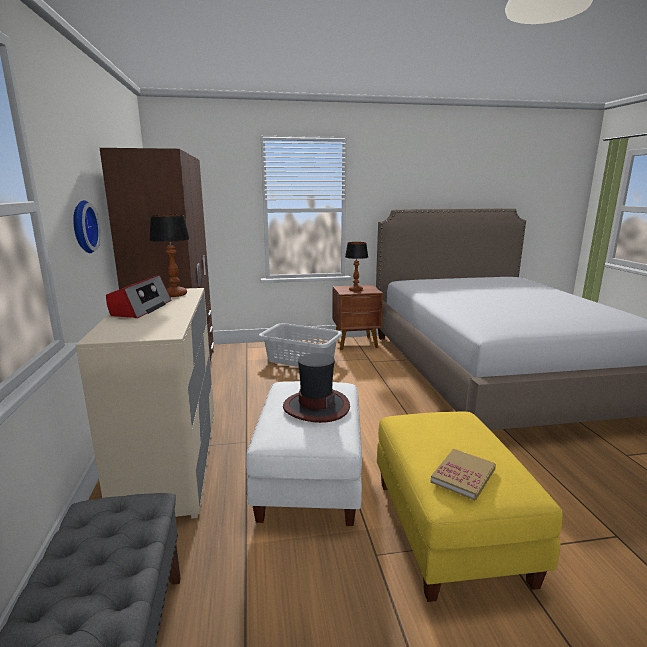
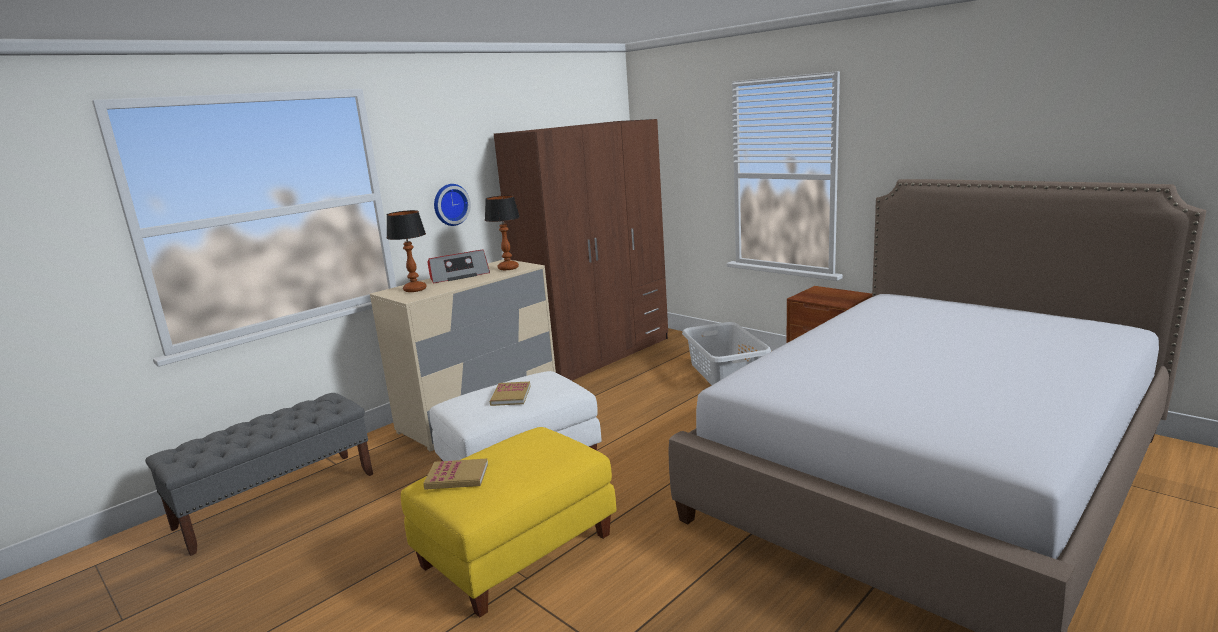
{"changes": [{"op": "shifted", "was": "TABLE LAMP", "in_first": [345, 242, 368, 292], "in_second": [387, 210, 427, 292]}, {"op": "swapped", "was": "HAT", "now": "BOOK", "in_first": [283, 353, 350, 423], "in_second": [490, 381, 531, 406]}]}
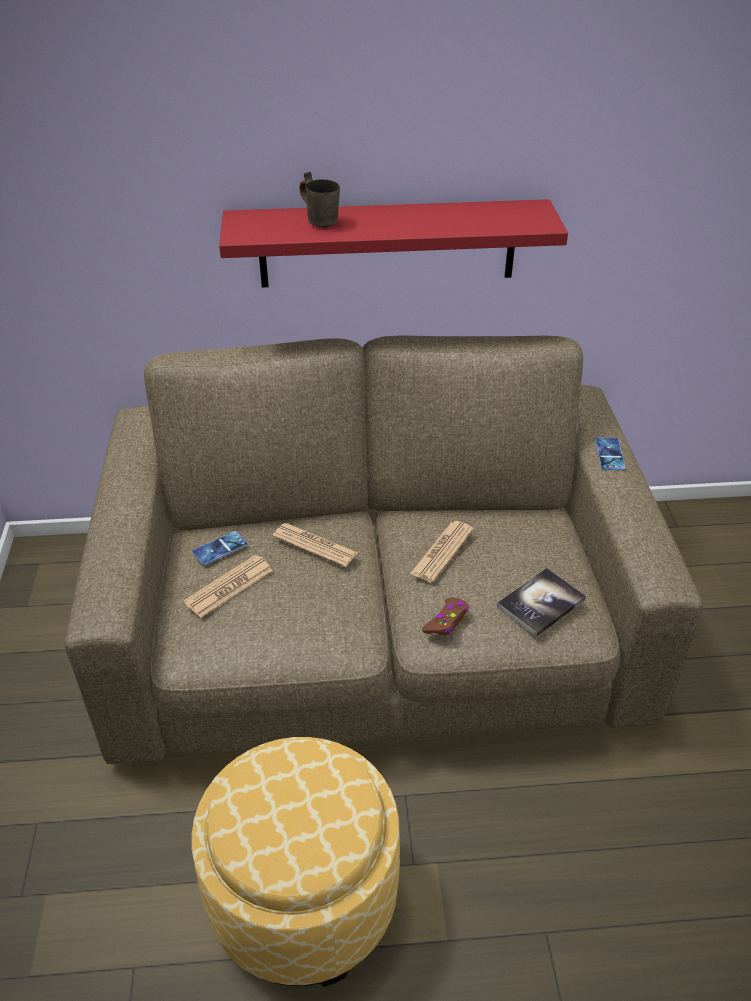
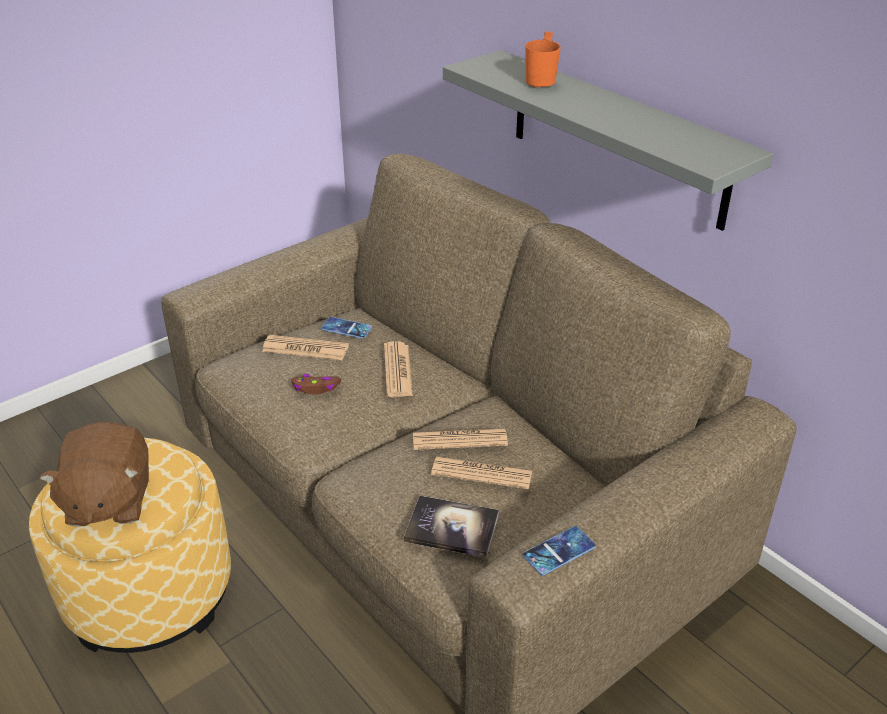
{"changes": [{"op": "new", "now": "BROWN PLUSH TOY", "in_second": [39, 421, 149, 527]}, {"op": "shifted", "was": "BROWN GAME CONTROLLER", "in_first": [422, 598, 469, 635], "in_second": [292, 374, 341, 394]}, {"op": "new", "now": "NEWSPAPER", "in_second": [431, 457, 532, 489]}, {"op": "repainted", "was": "RED SHELF", "now": "GREY SHELF", "in_first": [219, 199, 568, 287], "in_second": [443, 50, 774, 231]}, {"op": "shifted", "was": "PHONE", "in_first": [595, 437, 626, 470], "in_second": [523, 526, 596, 576]}, {"op": "repainted", "was": "GREY MUG", "now": "ORANGE MUG", "in_first": [299, 172, 340, 228], "in_second": [525, 32, 561, 87]}]}
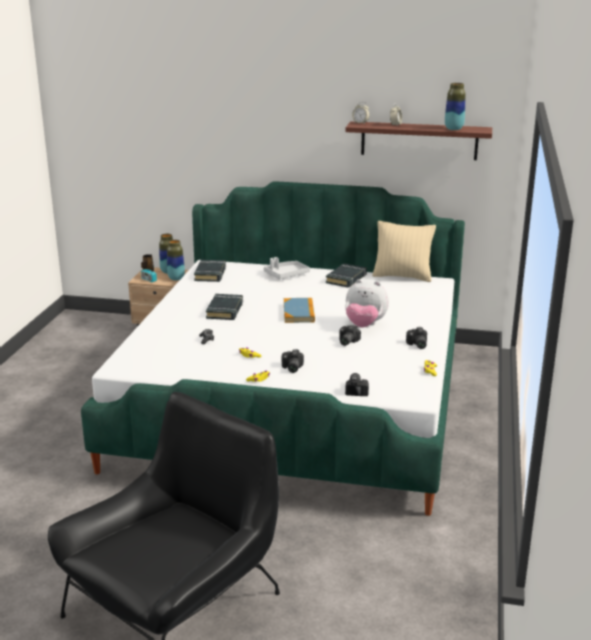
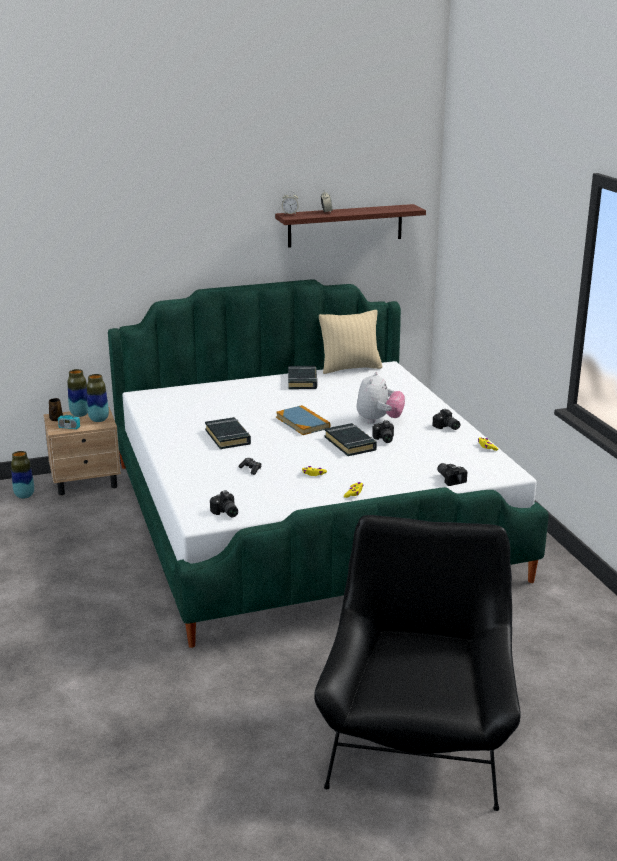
{"changes": [{"op": "shifted", "was": "VASE", "in_first": [445, 83, 466, 130], "in_second": [11, 451, 34, 499]}, {"op": "shifted", "was": "PHOTO CAMERA", "in_first": [282, 349, 304, 373], "in_second": [210, 490, 238, 517]}, {"op": "shifted", "was": "BLACK BOOK", "in_first": [194, 260, 226, 282], "in_second": [325, 423, 377, 456]}, {"op": "rotated", "was": "PLUSH TOY", "in_first": [345, 279, 389, 327], "in_second": [356, 372, 405, 423], "clockwise": -60}, {"op": "gone", "was": "GREY TRAY", "in_first": [264, 257, 310, 279]}]}
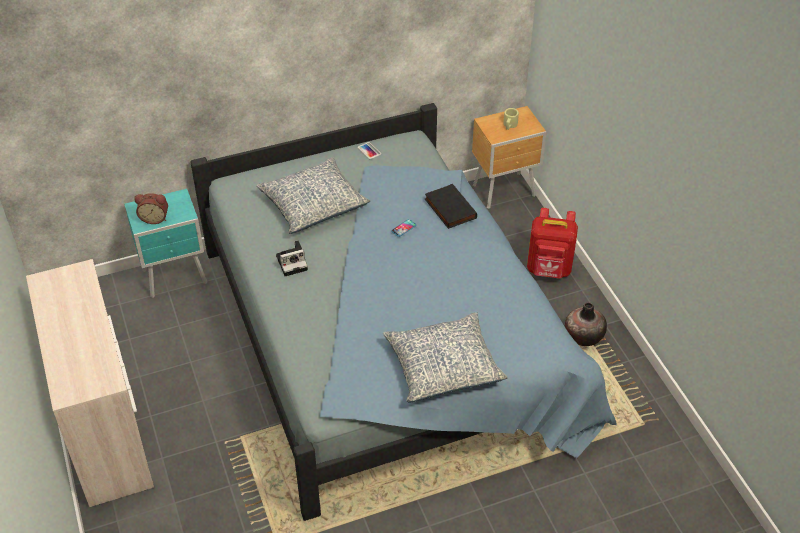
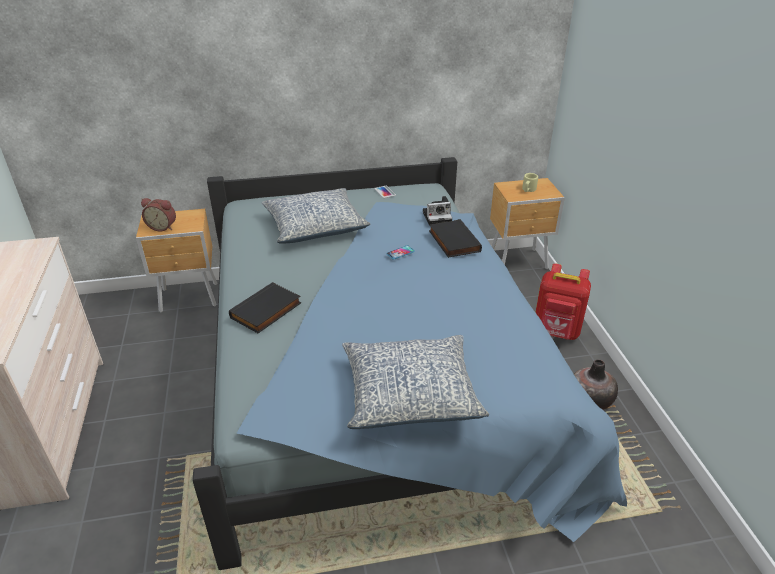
{"changes": [{"op": "repainted", "was": "TURQUOISE NIGHTSTAND", "now": "BROWN NIGHTSTAND", "in_first": [125, 189, 207, 298], "in_second": [136, 209, 218, 313]}, {"op": "new", "now": "BLACK BOOK", "in_second": [229, 282, 301, 333]}, {"op": "shifted", "was": "PHOTO CAMERA", "in_first": [276, 241, 308, 276], "in_second": [423, 196, 452, 226]}]}
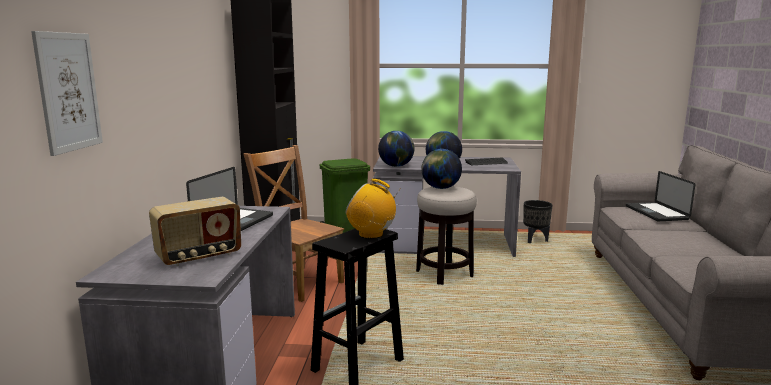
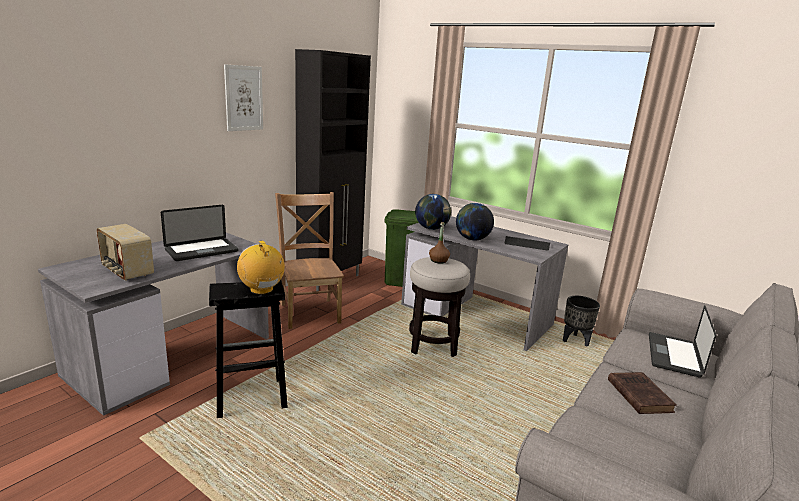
{"changes": [{"op": "rotated", "was": "RADIO", "in_first": [149, 197, 241, 266], "in_second": [96, 224, 154, 281], "clockwise": 45}, {"op": "shifted", "was": "PICTURE", "in_first": [31, 31, 103, 156], "in_second": [224, 64, 263, 131]}, {"op": "swapped", "was": "GLOBE", "now": "BROWN BOTTLE", "in_first": [422, 149, 462, 189], "in_second": [429, 222, 450, 264]}, {"op": "new", "now": "BROWN BOOK", "in_second": [608, 372, 677, 414]}]}
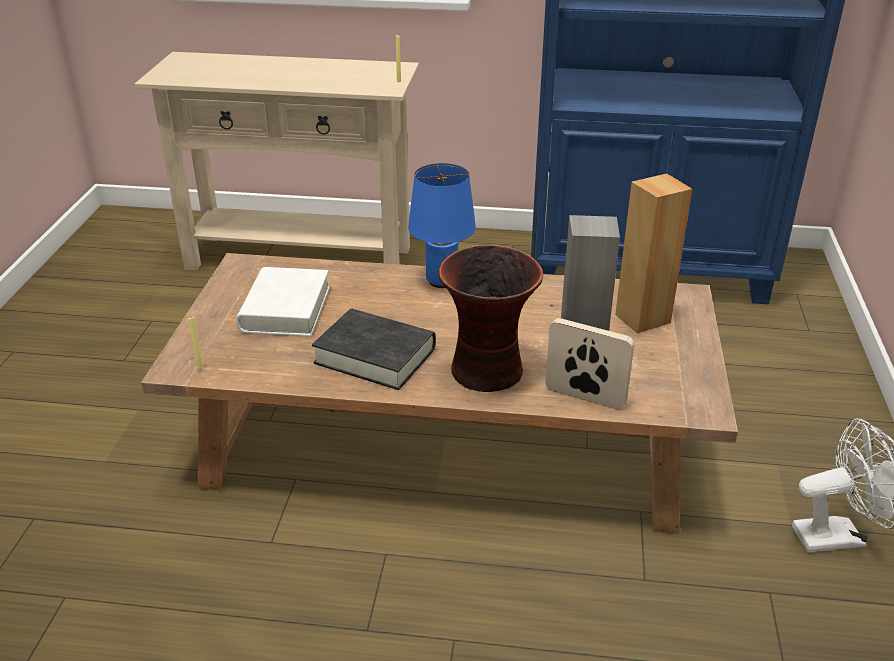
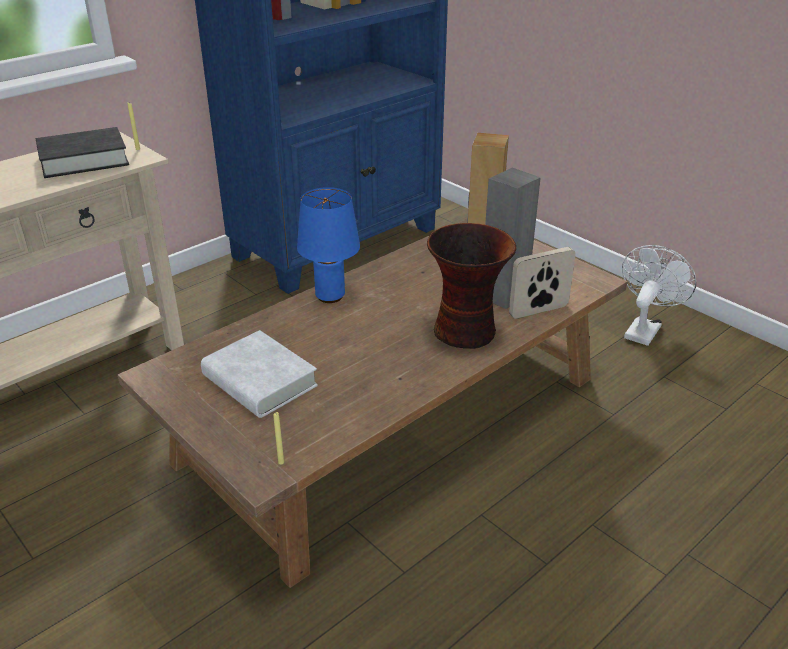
{"changes": [{"op": "shifted", "was": "BLACK BOOK", "in_first": [312, 309, 436, 390], "in_second": [36, 127, 129, 178]}]}
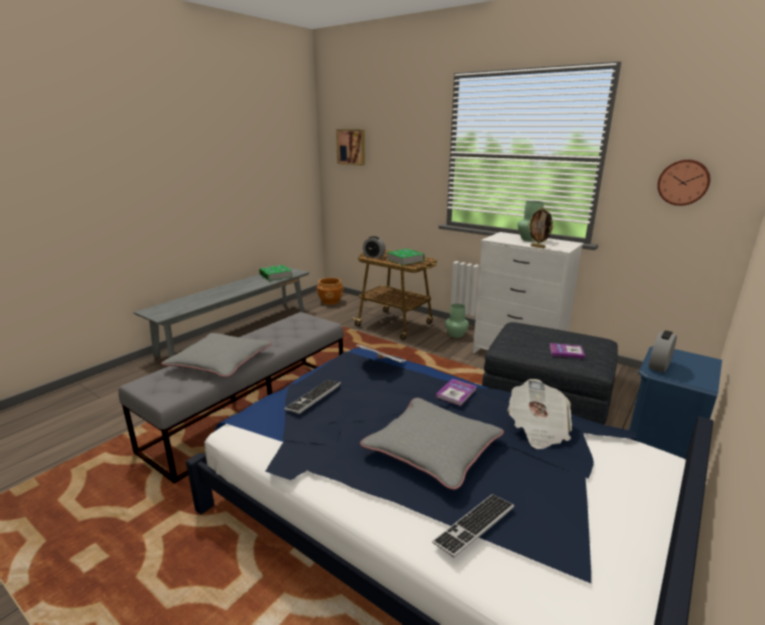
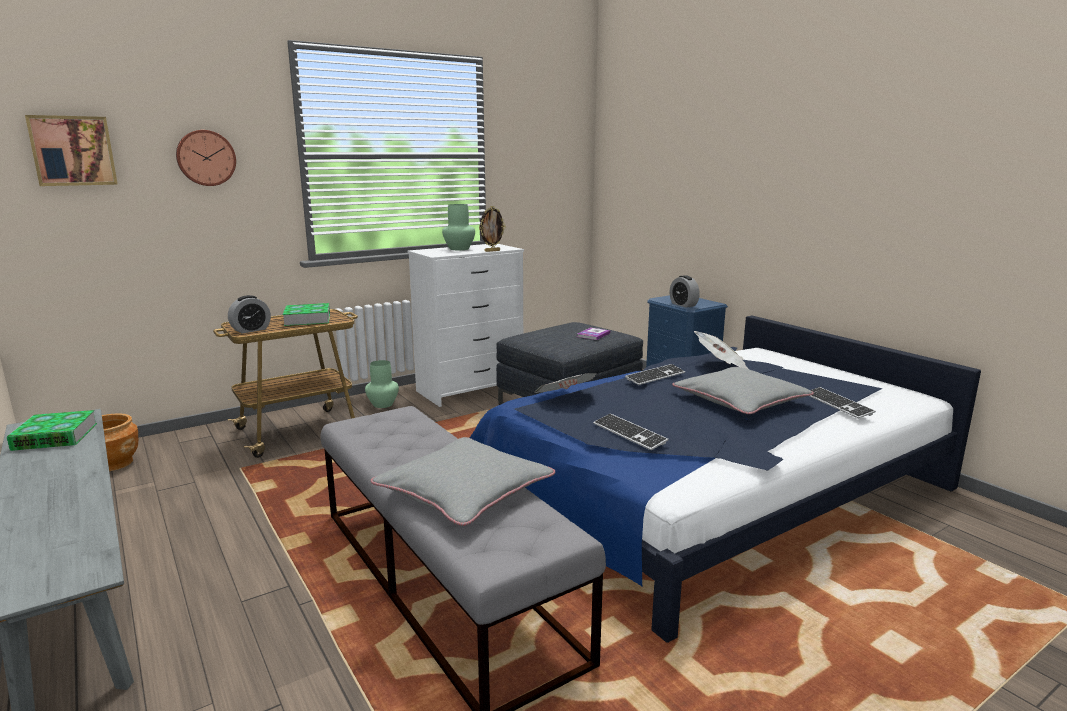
{"changes": [{"op": "shifted", "was": "WALL CLOCK", "in_first": [657, 159, 711, 206], "in_second": [176, 130, 236, 186]}, {"op": "swapped", "was": "BOOK", "now": "KEYBOARD", "in_first": [435, 379, 476, 406], "in_second": [625, 364, 685, 385]}]}
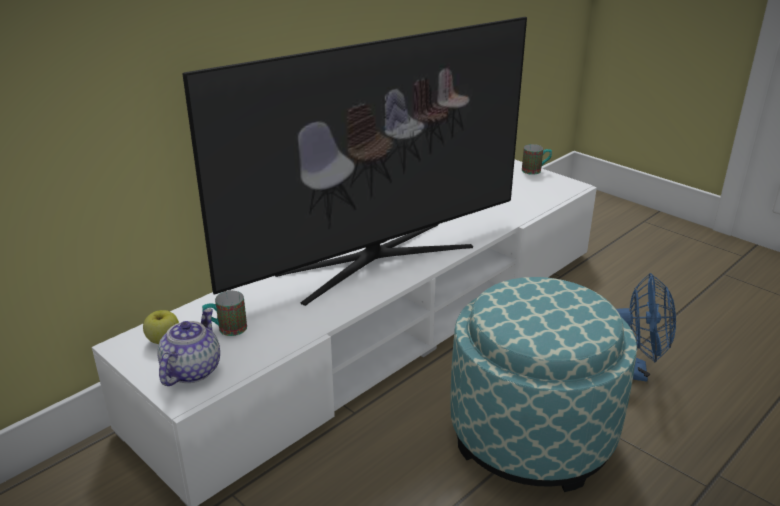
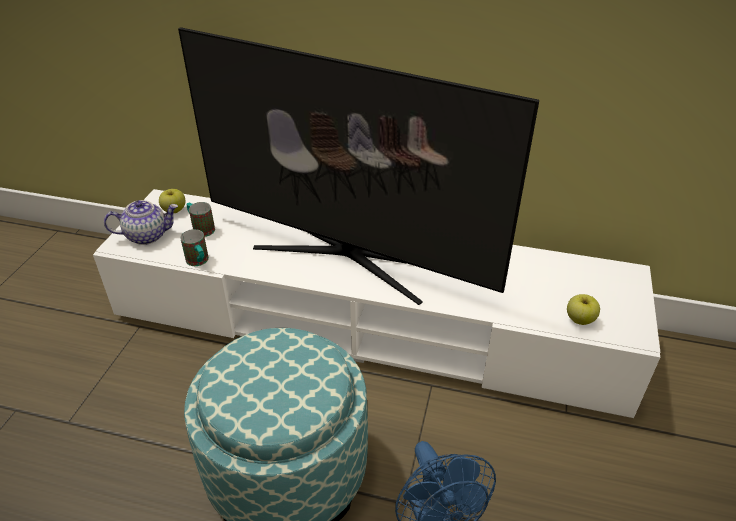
{"changes": [{"op": "shifted", "was": "MUG", "in_first": [522, 144, 552, 175], "in_second": [180, 229, 209, 266]}, {"op": "new", "now": "APPLE", "in_second": [567, 294, 600, 325]}]}
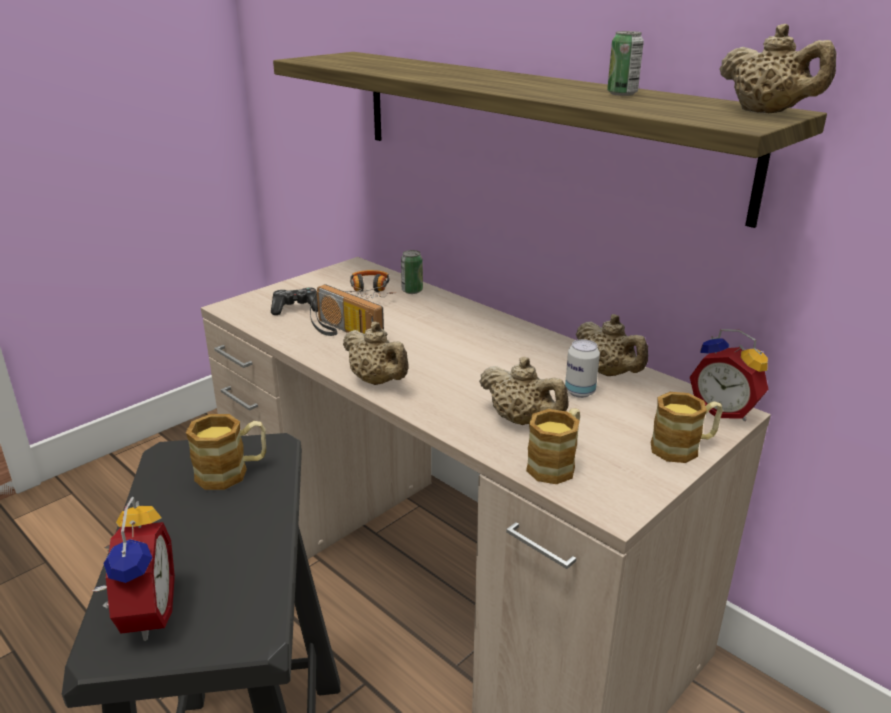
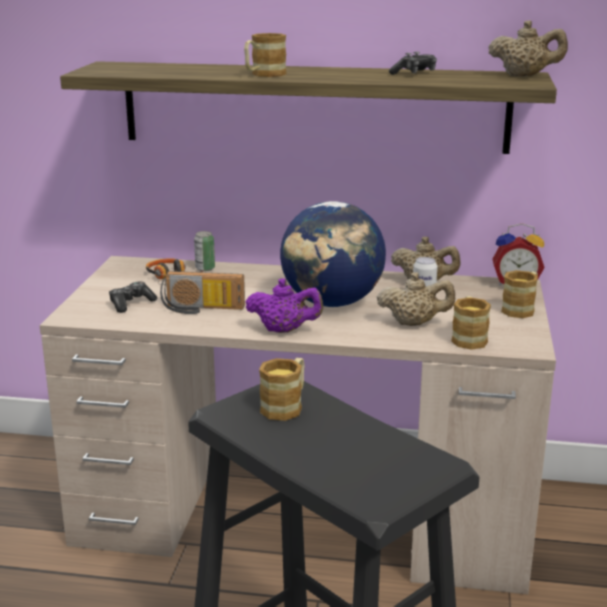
{"changes": [{"op": "new", "now": "MUG", "in_second": [244, 33, 286, 77]}, {"op": "repainted", "was": "BEIGE TEAPOT", "now": "PURPLE TEAPOT", "in_first": [343, 322, 409, 385], "in_second": [246, 278, 324, 333]}, {"op": "new", "now": "GLOBE", "in_second": [280, 201, 386, 307]}, {"op": "swapped", "was": "CAN", "now": "GAME CONTROLLER", "in_first": [607, 31, 644, 96], "in_second": [389, 52, 437, 75]}, {"op": "gone", "was": "ALARM CLOCK", "in_first": [91, 496, 175, 641]}]}
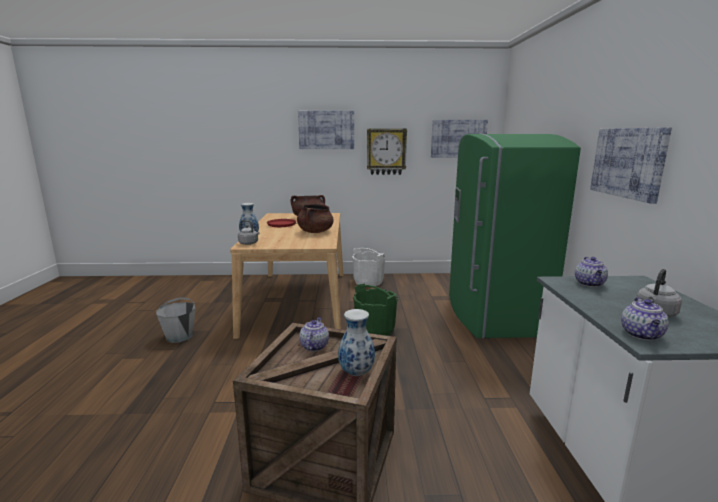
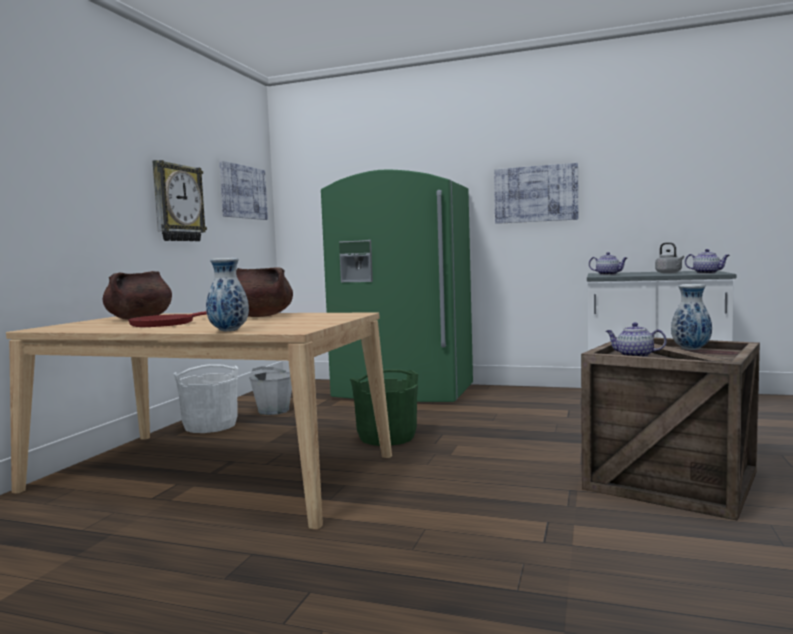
{"changes": [{"op": "shifted", "was": "GREY BUCKET", "in_first": [156, 297, 196, 343], "in_second": [249, 366, 292, 415]}, {"op": "gone", "was": "GREY KETTLE", "in_first": [238, 220, 259, 245]}, {"op": "gone", "was": "PICTURE", "in_first": [298, 111, 354, 149]}]}
